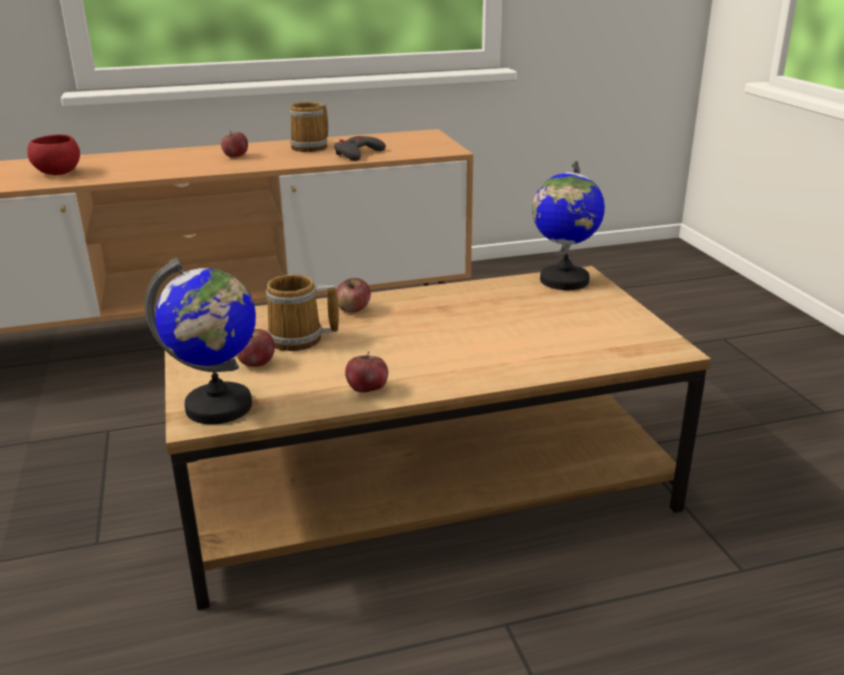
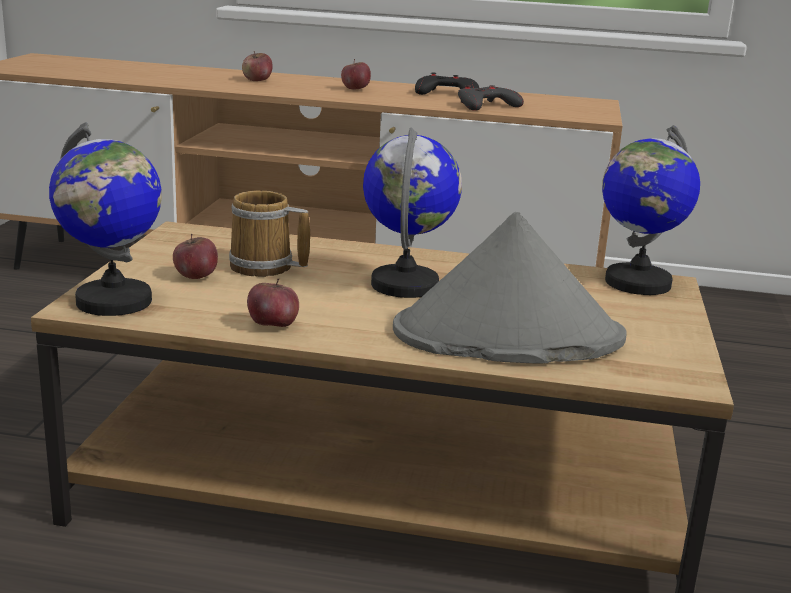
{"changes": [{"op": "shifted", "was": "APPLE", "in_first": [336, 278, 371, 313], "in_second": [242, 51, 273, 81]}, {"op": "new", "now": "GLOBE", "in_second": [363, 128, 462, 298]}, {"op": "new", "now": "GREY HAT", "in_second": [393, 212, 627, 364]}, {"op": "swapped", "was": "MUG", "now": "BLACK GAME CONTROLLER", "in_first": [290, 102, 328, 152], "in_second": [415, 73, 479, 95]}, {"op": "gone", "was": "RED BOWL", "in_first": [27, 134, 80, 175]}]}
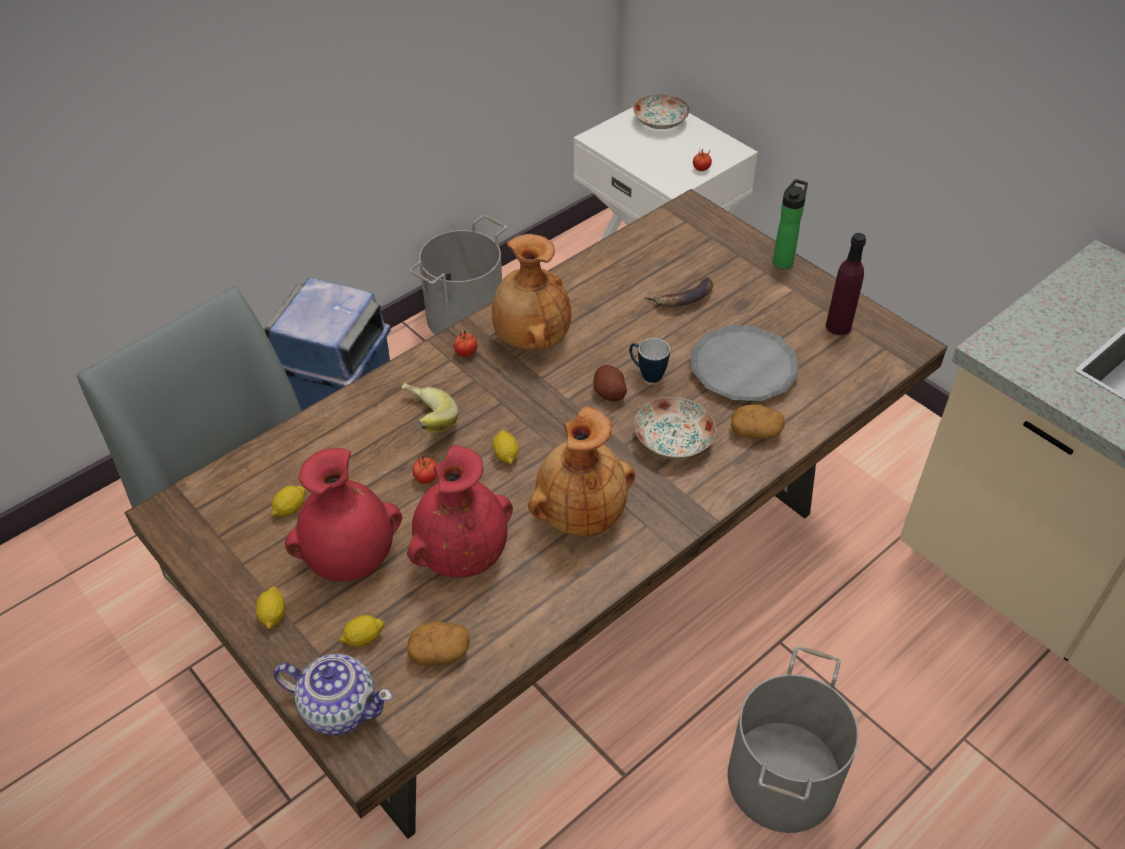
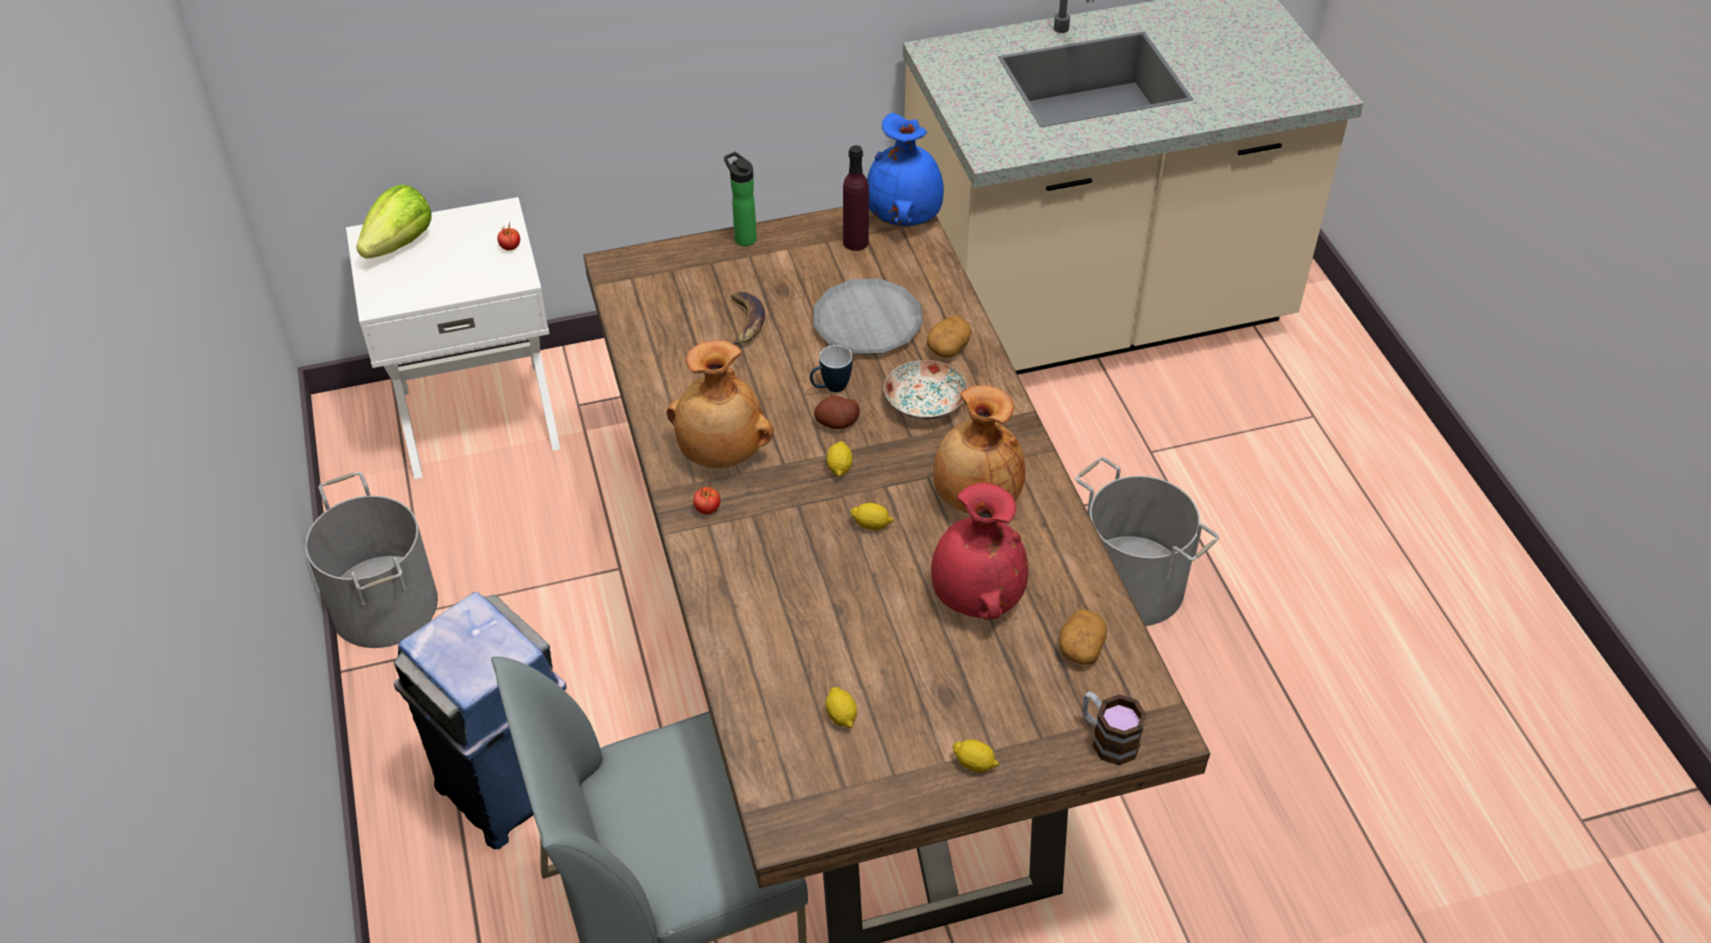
{"changes": [{"op": "swapped", "was": "PLATE", "now": "LETTUCE", "in_first": [633, 94, 690, 129], "in_second": [356, 185, 431, 259]}, {"op": "shifted", "was": "LEMON", "in_first": [339, 615, 385, 647], "in_second": [827, 441, 852, 477]}, {"op": "new", "now": "BLUE VASE", "in_second": [867, 113, 944, 226]}, {"op": "swapped", "was": "TEAPOT", "now": "MUG", "in_first": [274, 654, 393, 736], "in_second": [1082, 691, 1147, 766]}, {"op": "gone", "was": "RED VASE", "in_first": [285, 448, 402, 581]}, {"op": "gone", "was": "BANANA", "in_first": [402, 383, 458, 433]}, {"op": "gone", "was": "TOMATO", "in_first": [412, 455, 437, 484]}]}
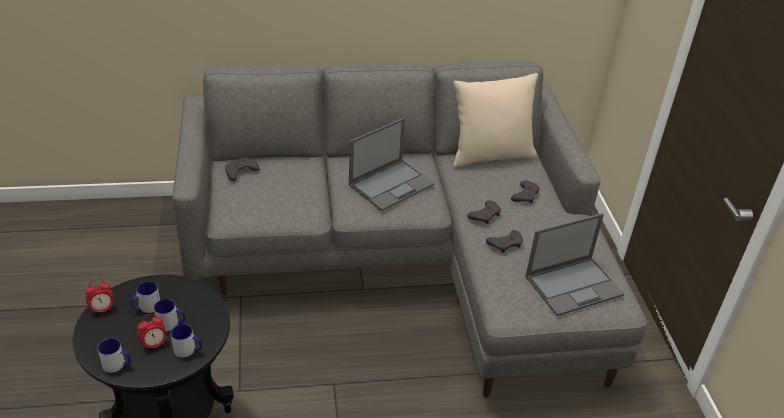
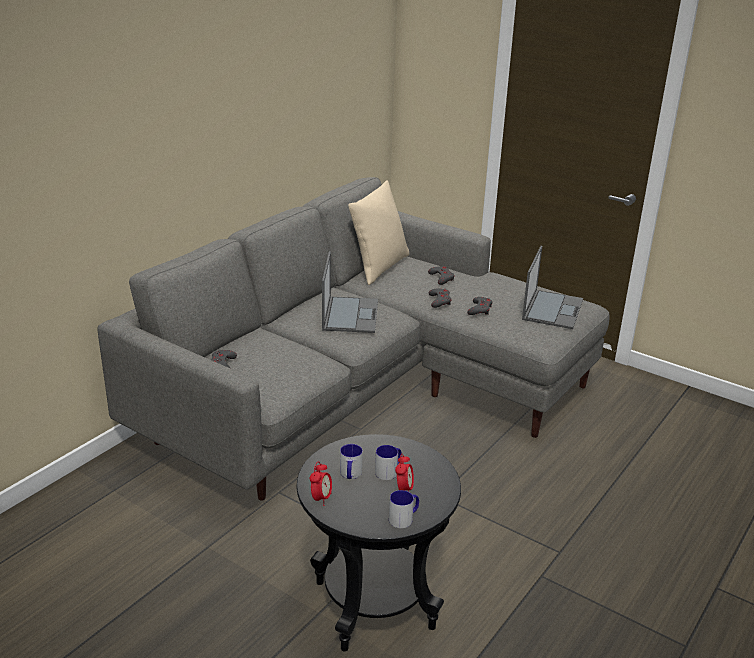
{"changes": [{"op": "gone", "was": "MUG", "in_first": [170, 324, 202, 358]}]}
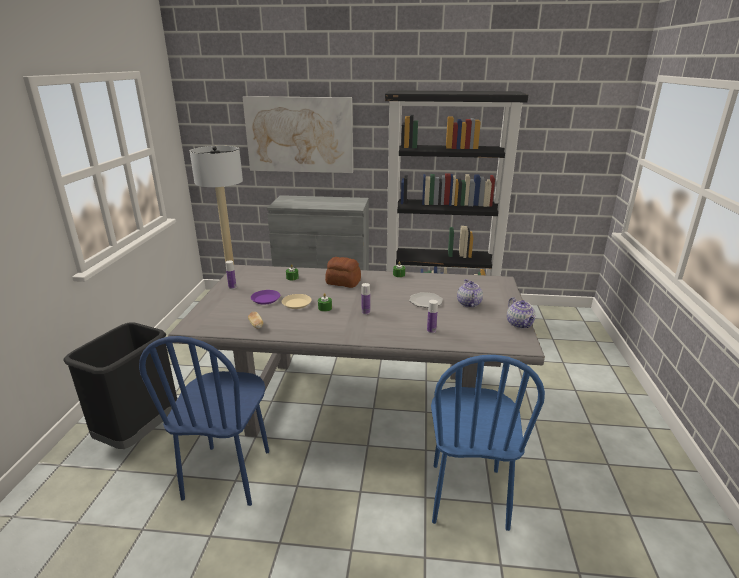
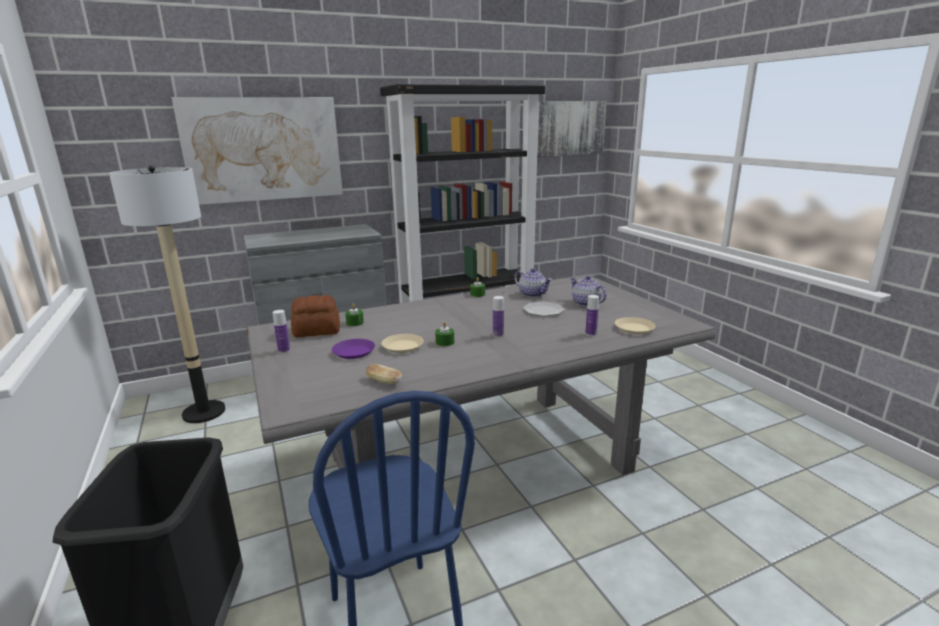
{"changes": [{"op": "shifted", "was": "BREAD", "in_first": [325, 257, 361, 288], "in_second": [291, 295, 340, 337]}, {"op": "shifted", "was": "TEAPOT", "in_first": [507, 297, 536, 329], "in_second": [514, 268, 552, 297]}, {"op": "new", "now": "PICTURE", "in_second": [537, 101, 606, 157]}, {"op": "new", "now": "BEIGE PLATE", "in_second": [615, 317, 655, 335]}, {"op": "gone", "was": "BLUE CHAIR", "in_first": [431, 355, 545, 531]}]}
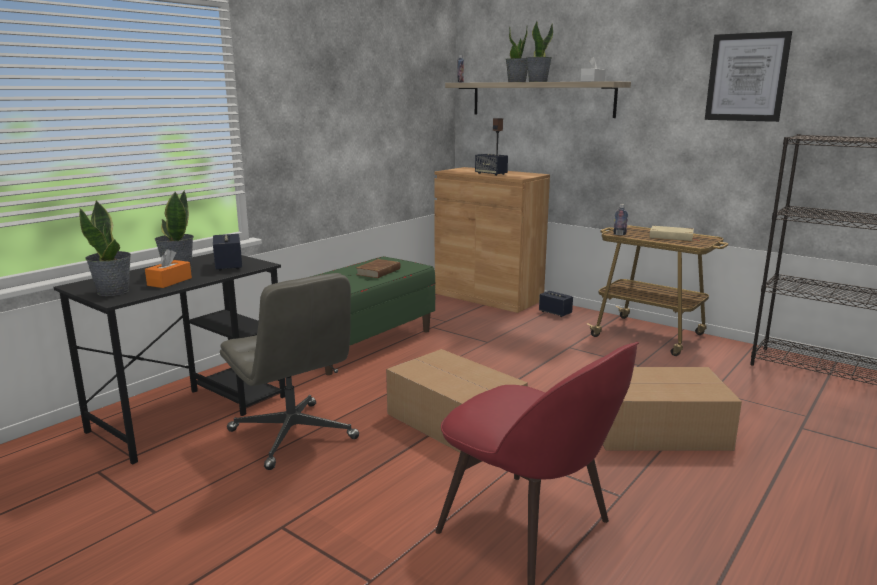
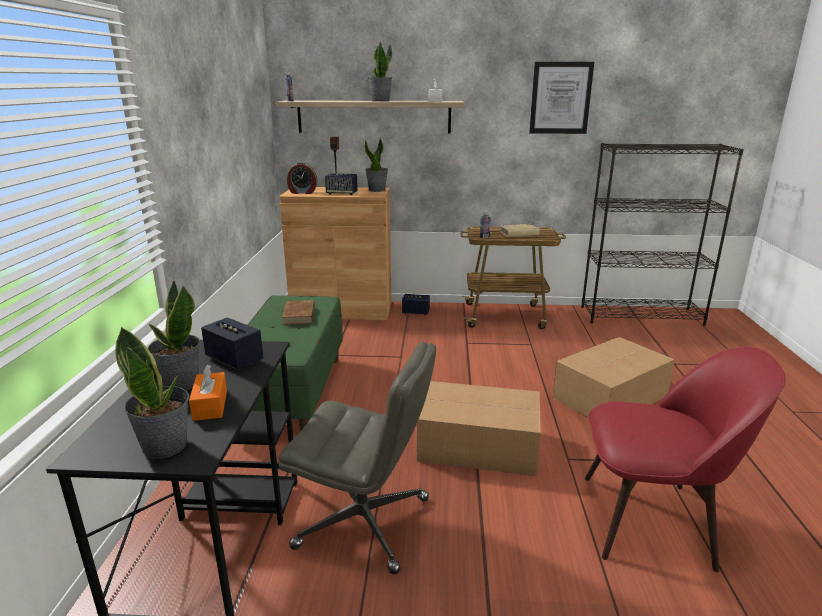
{"changes": [{"op": "new", "now": "ALARM CLOCK", "in_second": [287, 162, 317, 194]}, {"op": "shifted", "was": "POTTED PLANT", "in_first": [506, 27, 528, 82], "in_second": [365, 137, 388, 192]}]}
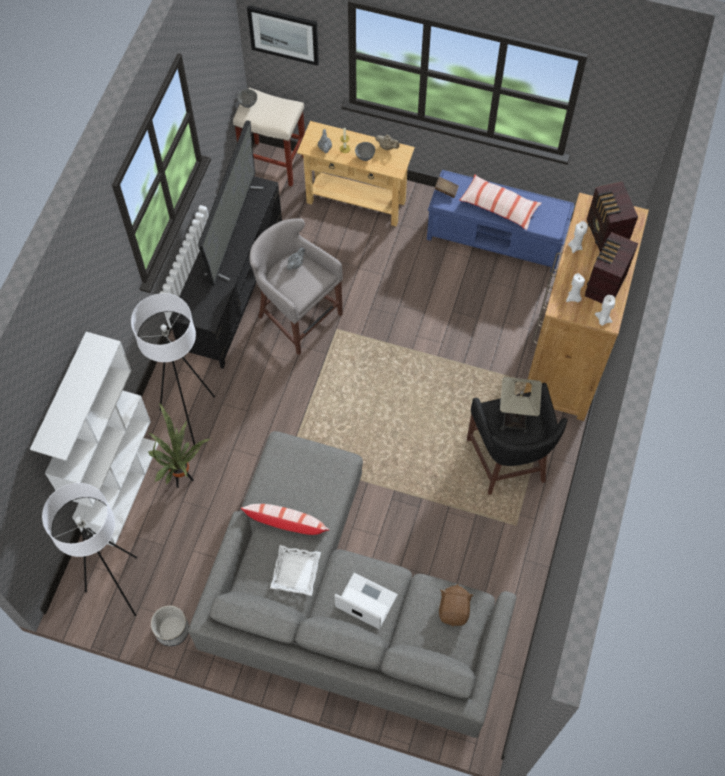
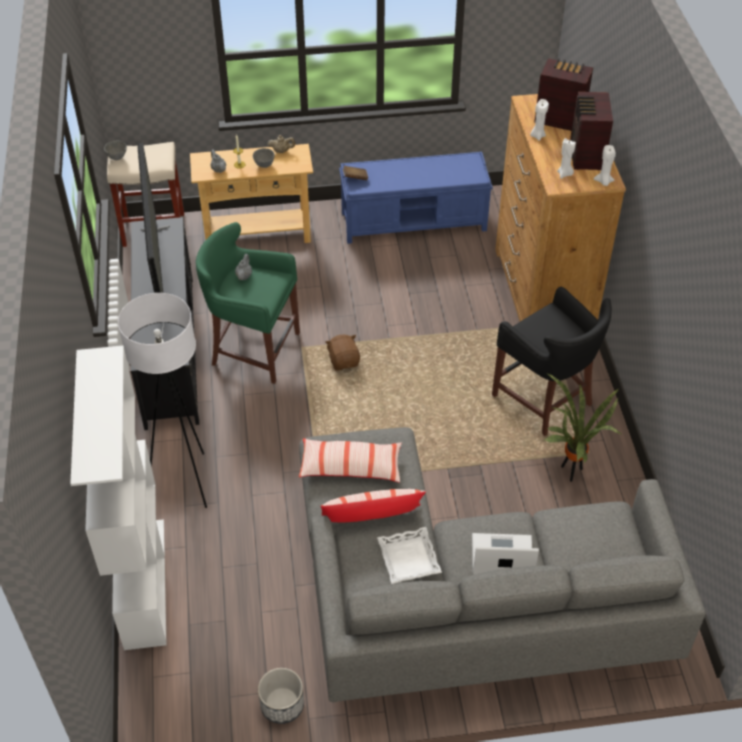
{"changes": [{"op": "repainted", "was": "GREY STOOL", "now": "GREEN STOOL", "in_first": [249, 218, 343, 355], "in_second": [196, 222, 300, 384]}, {"op": "shifted", "was": "PILLOW", "in_first": [459, 174, 542, 230], "in_second": [299, 438, 402, 483]}, {"op": "shifted", "was": "BROWN PLUSH TOY", "in_first": [439, 584, 473, 627], "in_second": [326, 335, 360, 371]}, {"op": "rotated", "was": "RADIO", "in_first": [587, 181, 638, 252], "in_second": [534, 58, 593, 131], "clockwise": 150}, {"op": "shifted", "was": "POTTED PLANT", "in_first": [148, 403, 210, 488], "in_second": [543, 373, 621, 482]}, {"op": "gone", "was": "WHITE FLOOR LAMP", "in_first": [42, 483, 137, 616]}, {"op": "gone", "was": "PICTURE", "in_first": [247, 5, 319, 66]}, {"op": "gone", "was": "TABLE LAMP", "in_first": [500, 377, 542, 433]}]}
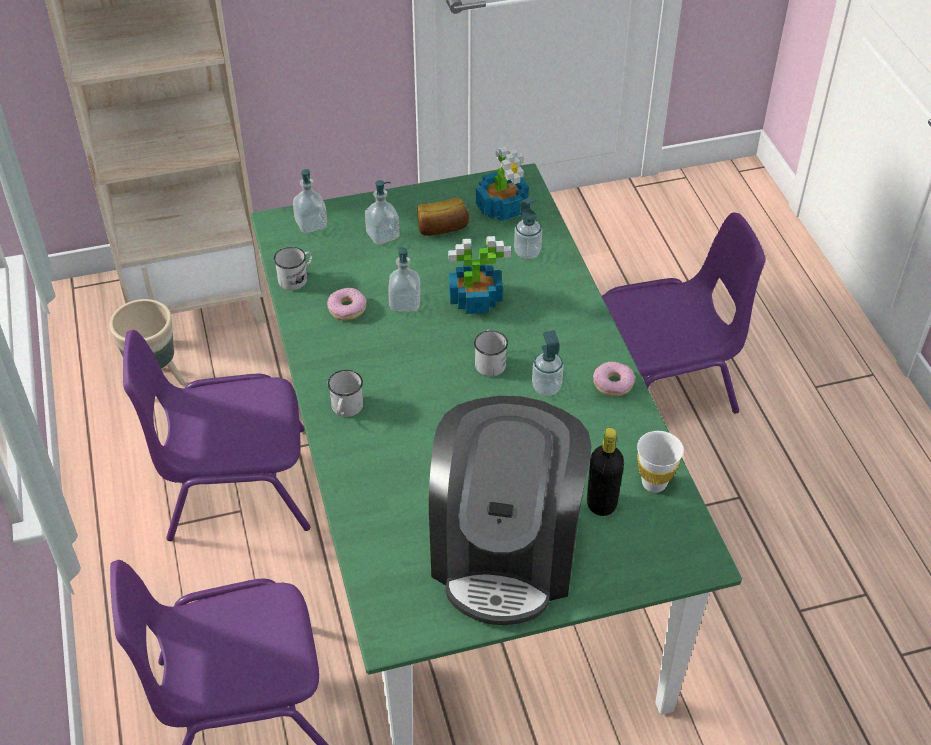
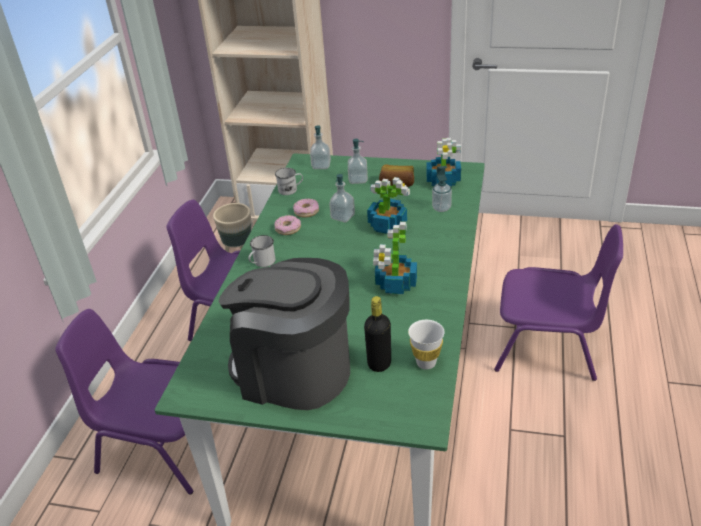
{"changes": [{"op": "rotated", "was": "COFFEE MACHINE", "in_first": [429, 396, 591, 625], "in_second": [218, 258, 350, 410], "clockwise": 75}, {"op": "shifted", "was": "DONUT", "in_first": [593, 362, 635, 396], "in_second": [274, 215, 301, 235]}, {"op": "swapped", "was": "SOAP DISPENSER", "now": "POTTED PLANT", "in_first": [532, 330, 564, 396], "in_second": [373, 222, 417, 294]}, {"op": "gone", "was": "WHITE MUG", "in_first": [474, 330, 508, 376]}]}
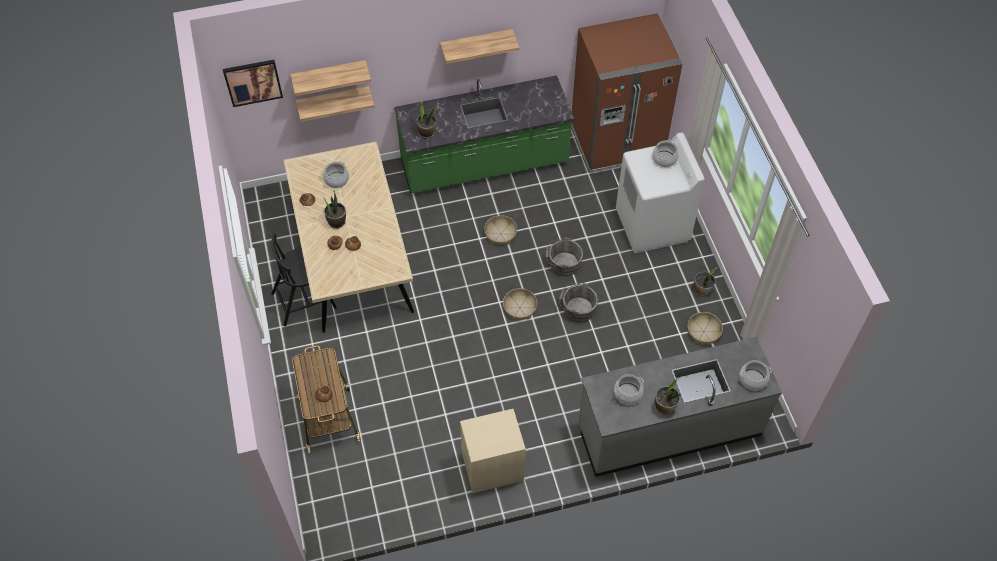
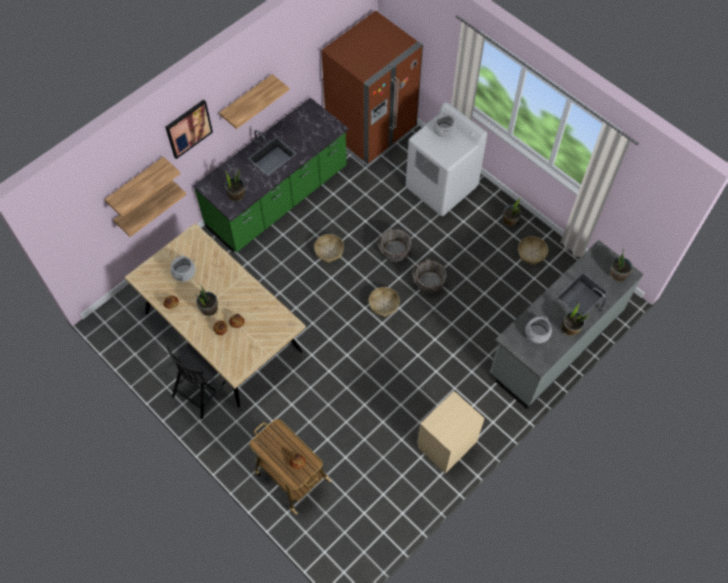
{"changes": [{"op": "shifted", "was": "PICTURE", "in_first": [223, 60, 283, 107], "in_second": [165, 100, 213, 159]}, {"op": "swapped", "was": "COOKING POT", "now": "POTTED PLANT", "in_first": [739, 360, 772, 390], "in_second": [610, 251, 633, 282]}]}
